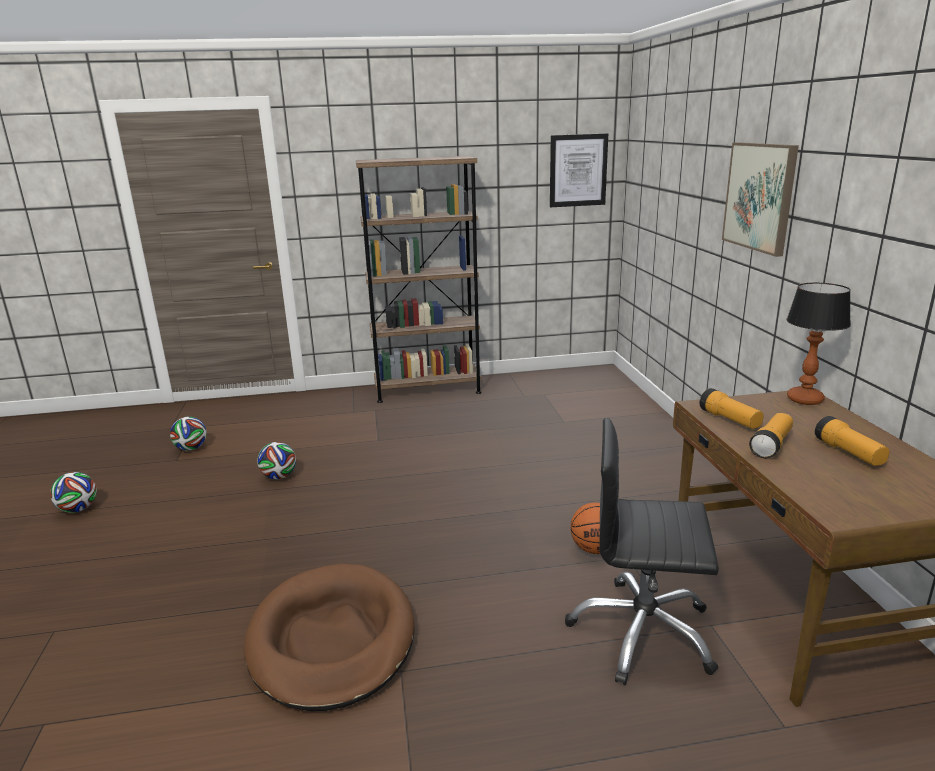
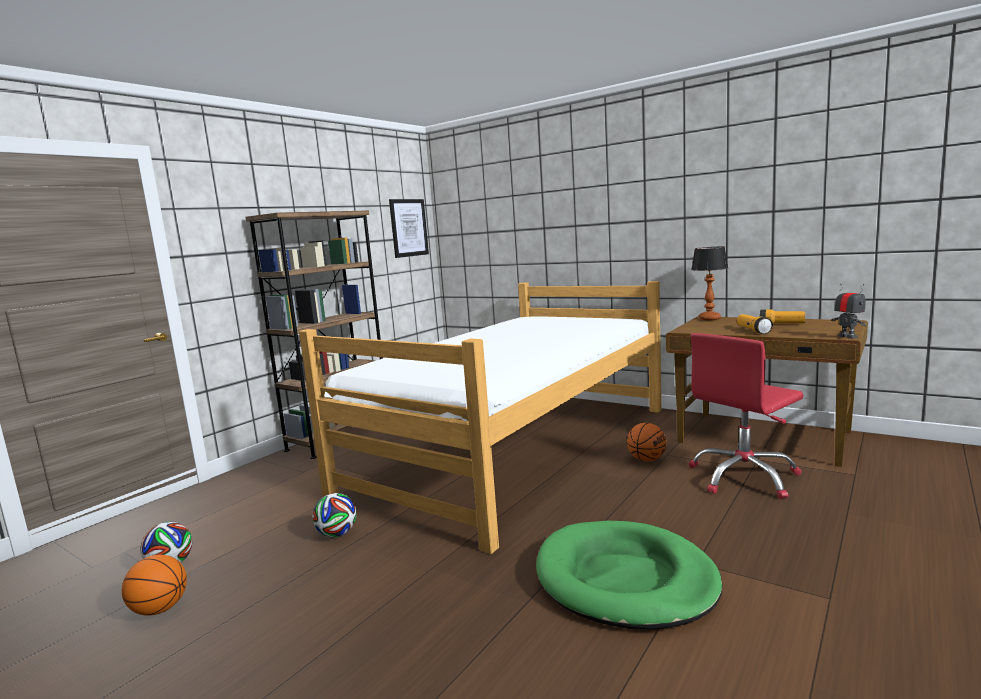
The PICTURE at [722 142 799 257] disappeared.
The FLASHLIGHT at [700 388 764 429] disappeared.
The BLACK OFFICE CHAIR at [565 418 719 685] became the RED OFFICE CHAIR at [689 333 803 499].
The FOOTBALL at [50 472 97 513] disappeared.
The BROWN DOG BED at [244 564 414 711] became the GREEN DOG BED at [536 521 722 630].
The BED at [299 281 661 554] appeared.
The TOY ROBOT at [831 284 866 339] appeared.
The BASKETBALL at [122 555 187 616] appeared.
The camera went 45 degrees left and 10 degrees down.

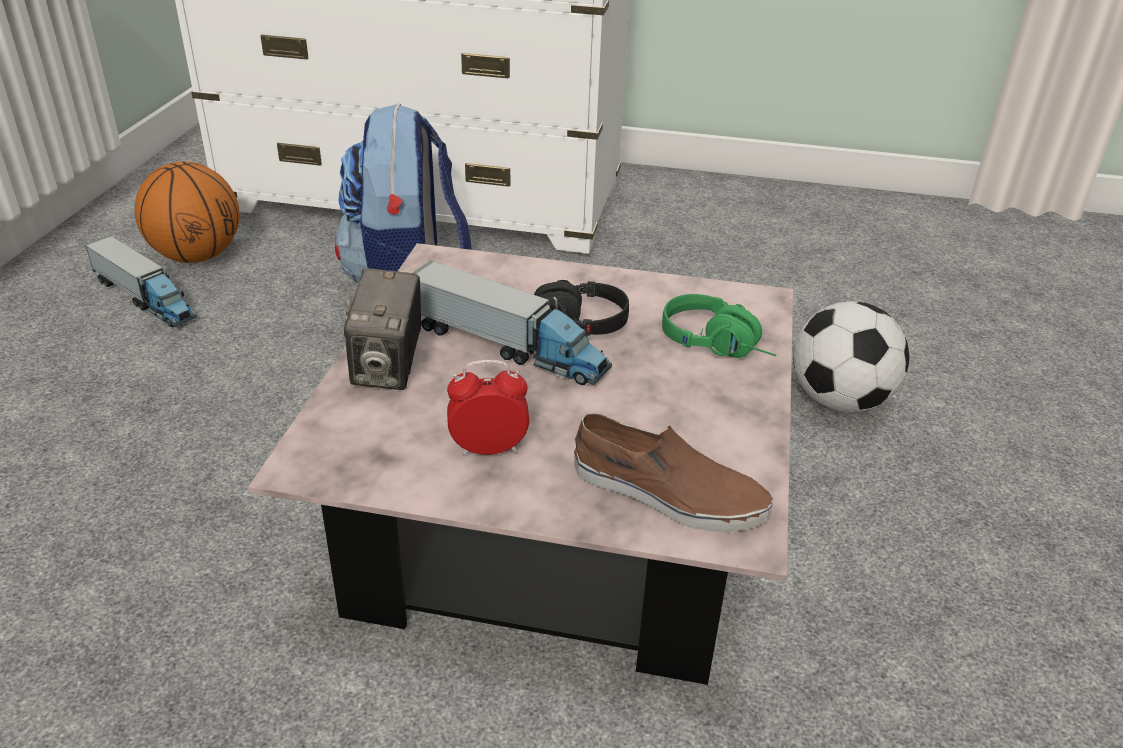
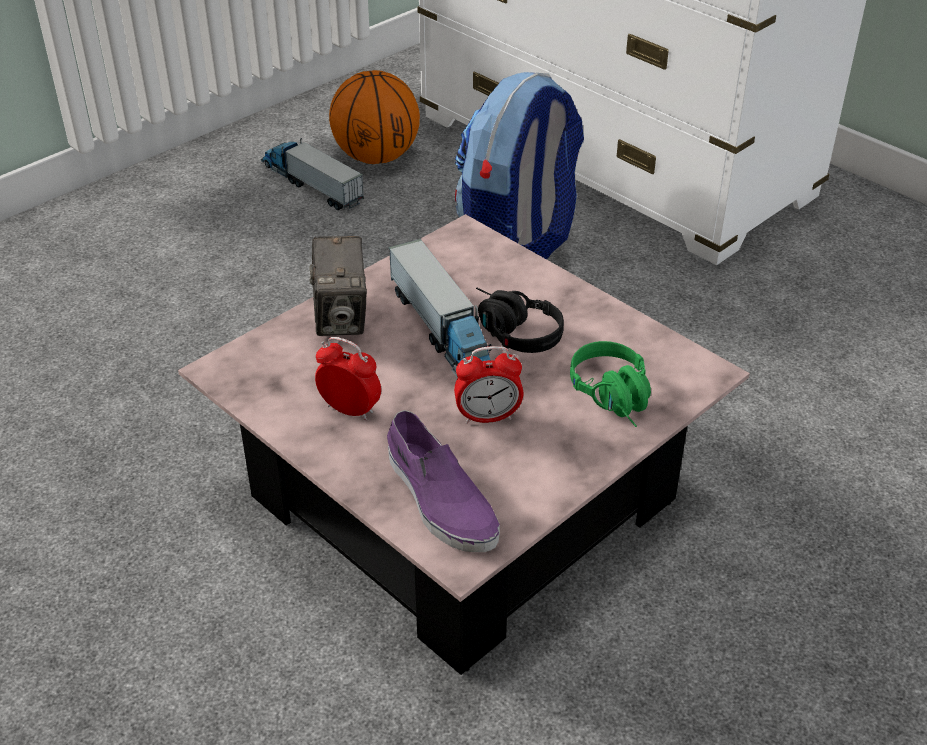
The TOY TRUCK at [84 235 197 327] turned 150 degrees clockwise.
The PHOTO CAMERA at [344 268 421 390] turned 45 degrees counterclockwise.
The FOOTBALL at [793 301 909 413] disappeared.
The BROWN SHOE at [574 413 773 532] became the PURPLE SHOE at [387 410 500 552].
The ALARM CLOCK at [454 346 523 424] appeared.
The camera went 35 degrees right and 5 degrees up.

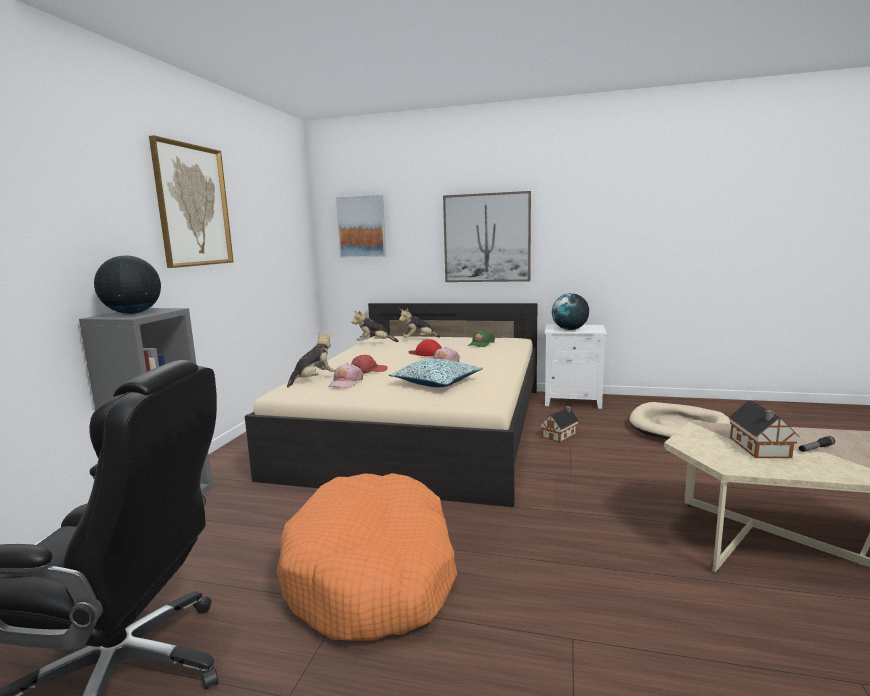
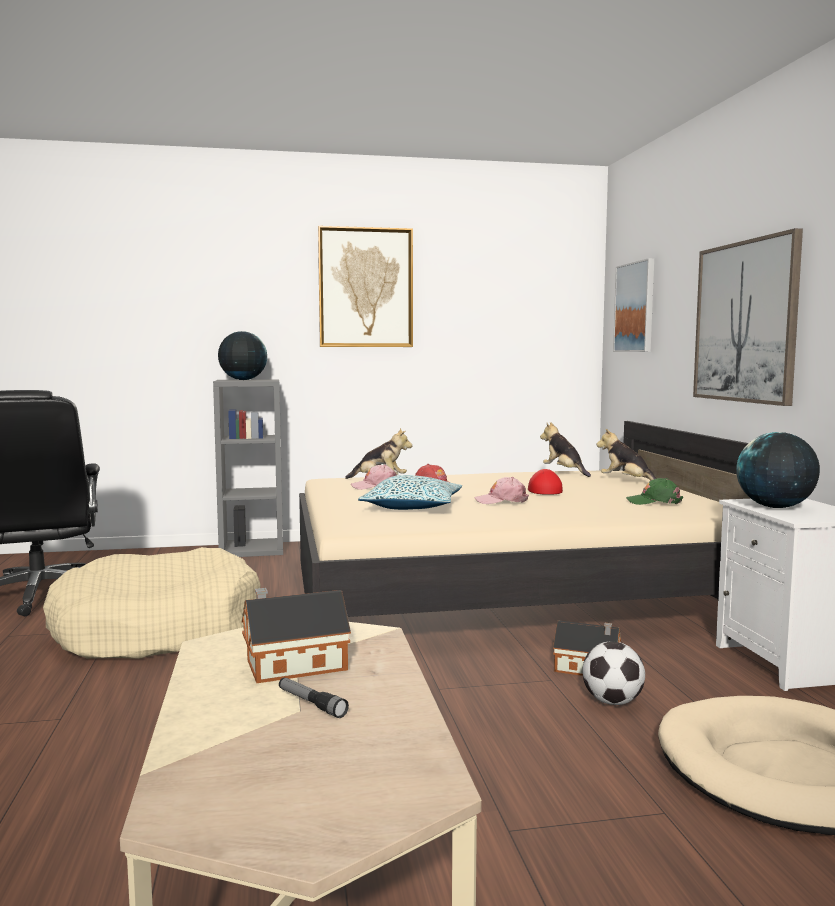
The ORANGE DOG BED at [277 473 457 641] became the BEIGE DOG BED at [43 547 261 659].
The FOOTBALL at [582 642 645 705] appeared.
The camera went 65 degrees right and 5 degrees down.

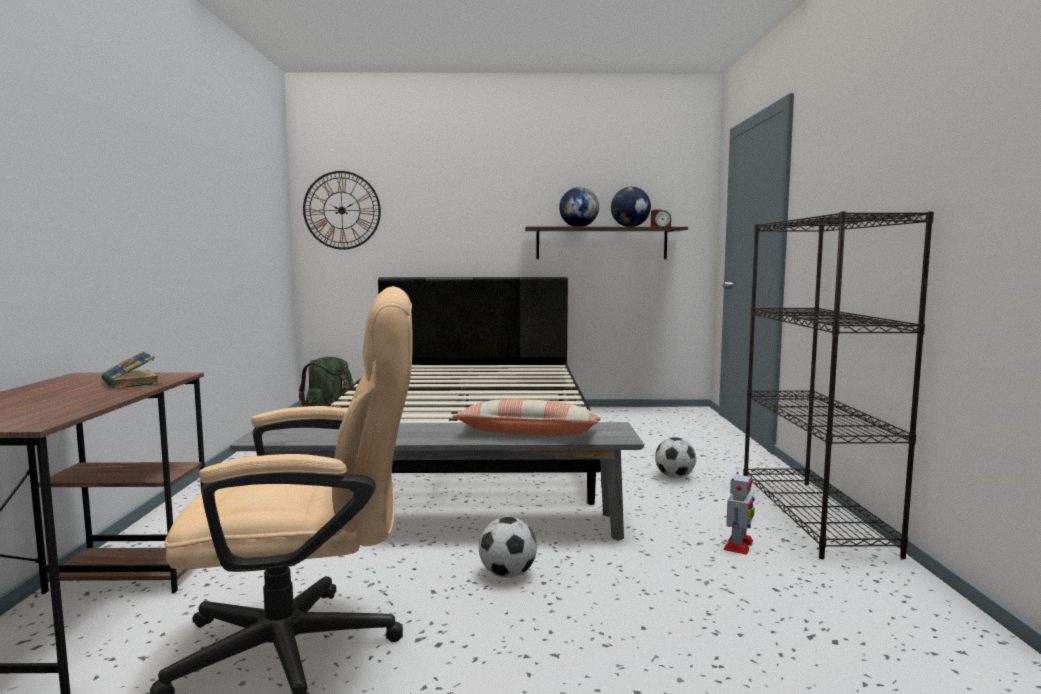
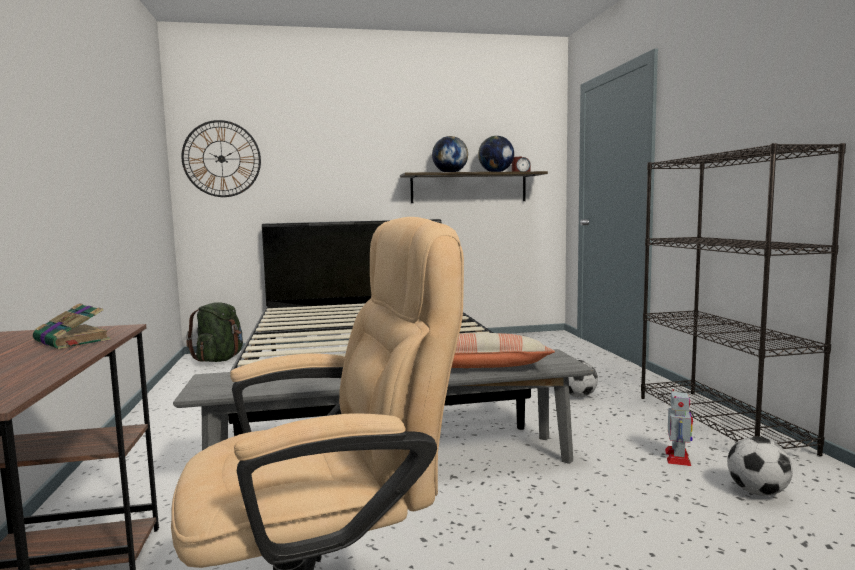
The FOOTBALL moved from [479 517 537 578] to [727 437 793 496].
The camera went 10 degrees left and 0 degrees up.

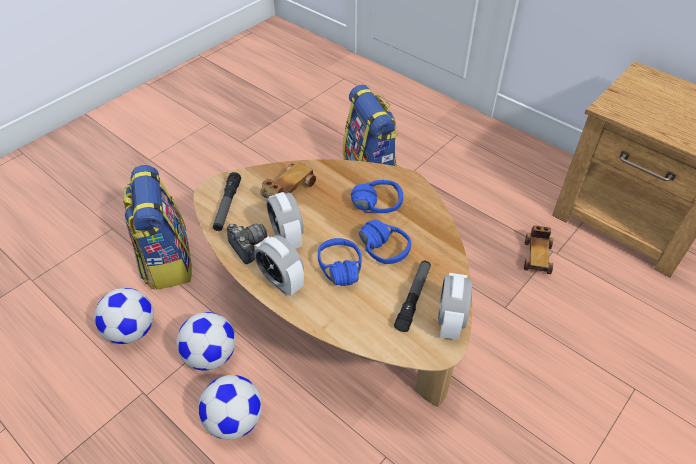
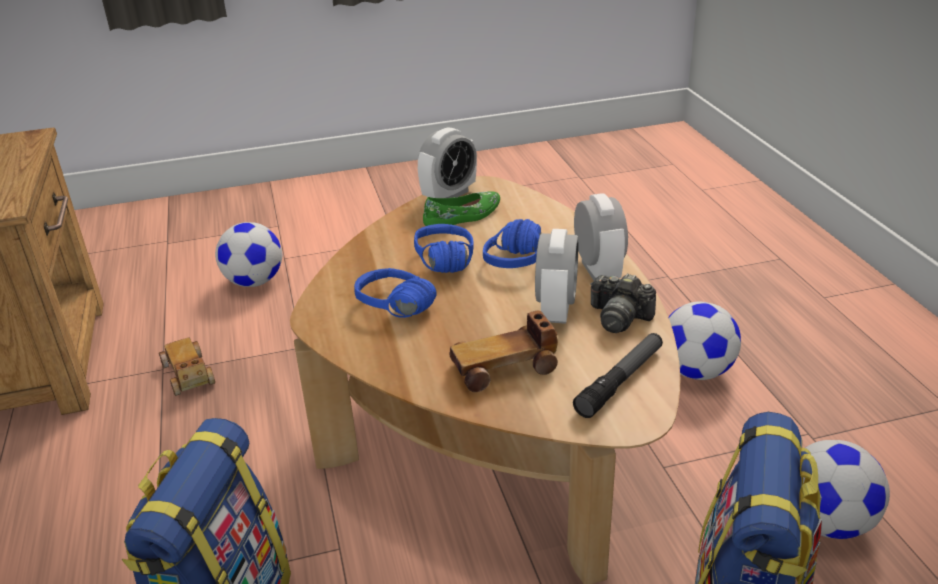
The PHOTO CAMERA at [227 224 267 264] turned 60 degrees counterclockwise.
The TOY CAR at [524 225 553 274] turned 75 degrees counterclockwise.
The FLASHLIGHT at [394 261 431 332] was replaced by the GREEN SHOE at [423 191 500 226].
The FOOTBALL moved from [176 312 236 371] to [215 222 282 287].
The camera went 145 degrees left and 15 degrees down.

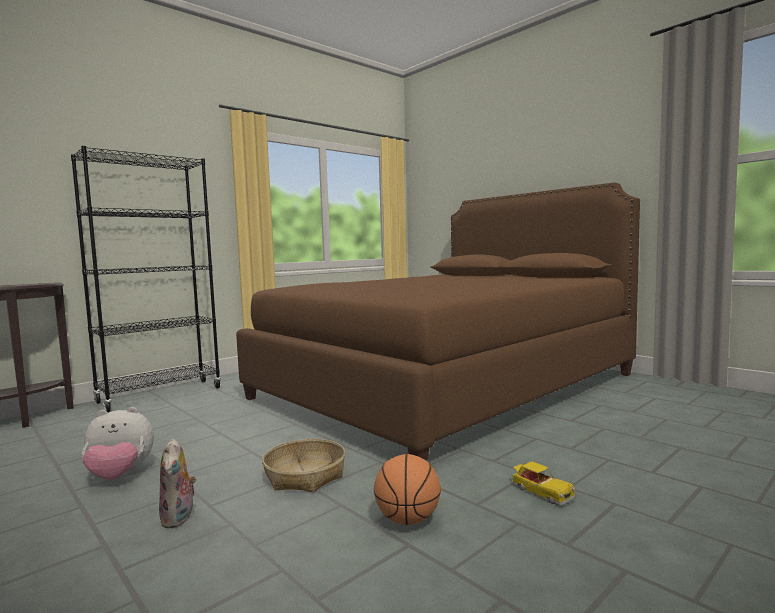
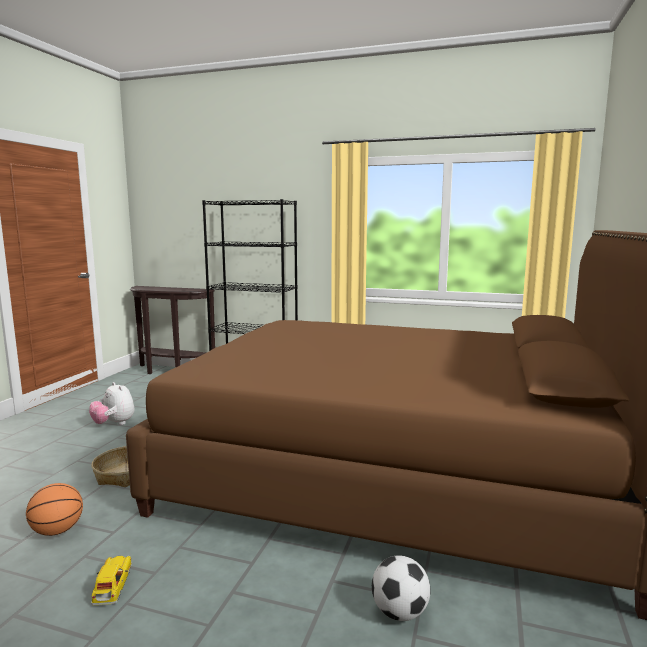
The PLUSH TOY at [159 438 196 528] disappeared.
The TOY CAR at [512 462 576 505] turned 150 degrees clockwise.
The FOOTBALL at [372 555 430 621] appeared.
The camera went 60 degrees right and 5 degrees up.

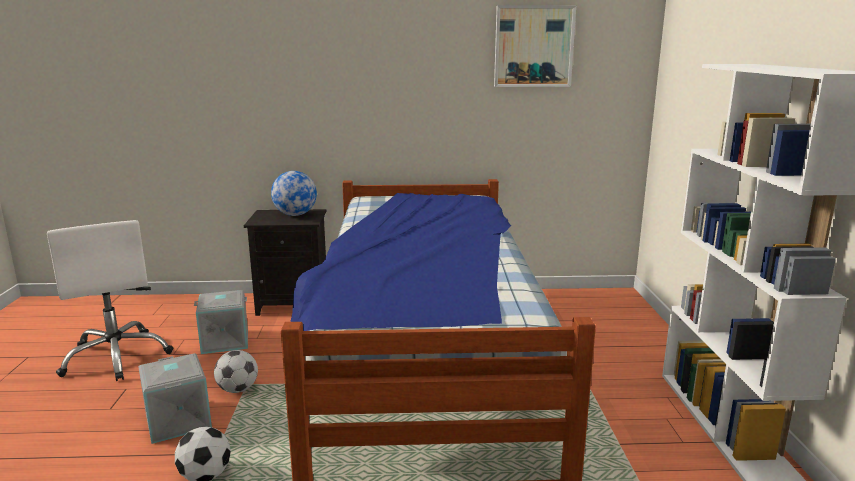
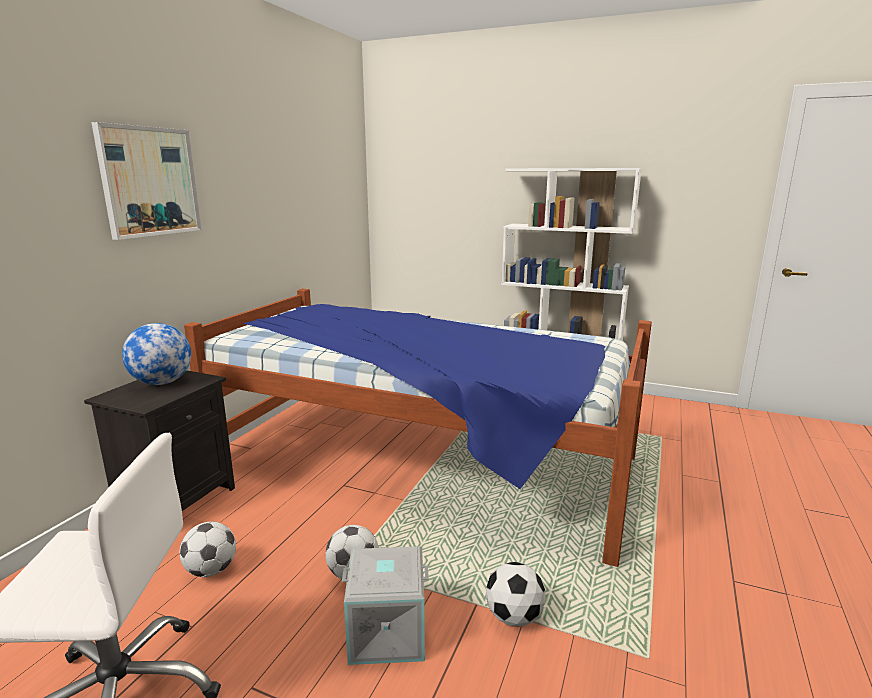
The PICTURE moved from [494 5 576 87] to [91 122 201 240].
The GREY STORAGE BOX at [194 290 248 354] was replaced by the FOOTBALL at [179 521 236 577].
The camera went 65 degrees left and 0 degrees up.

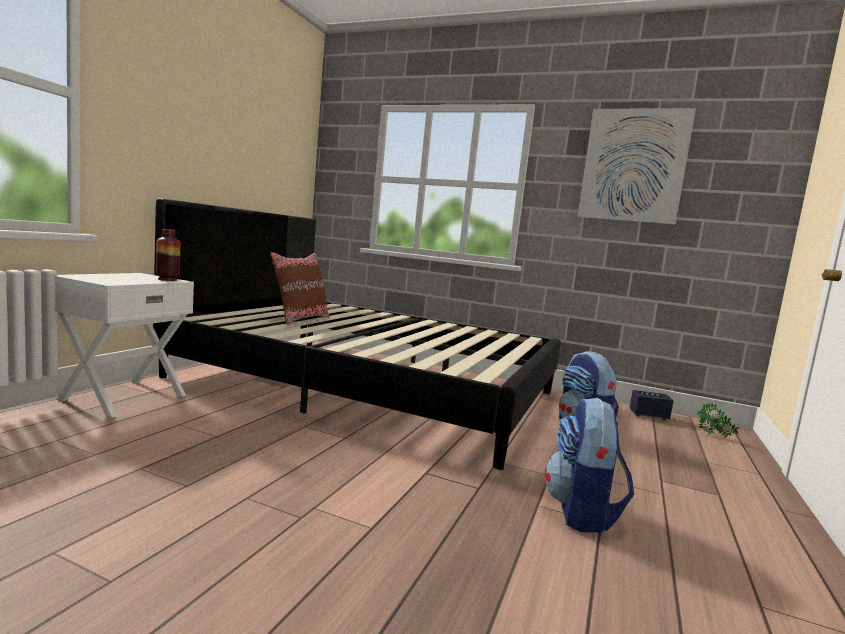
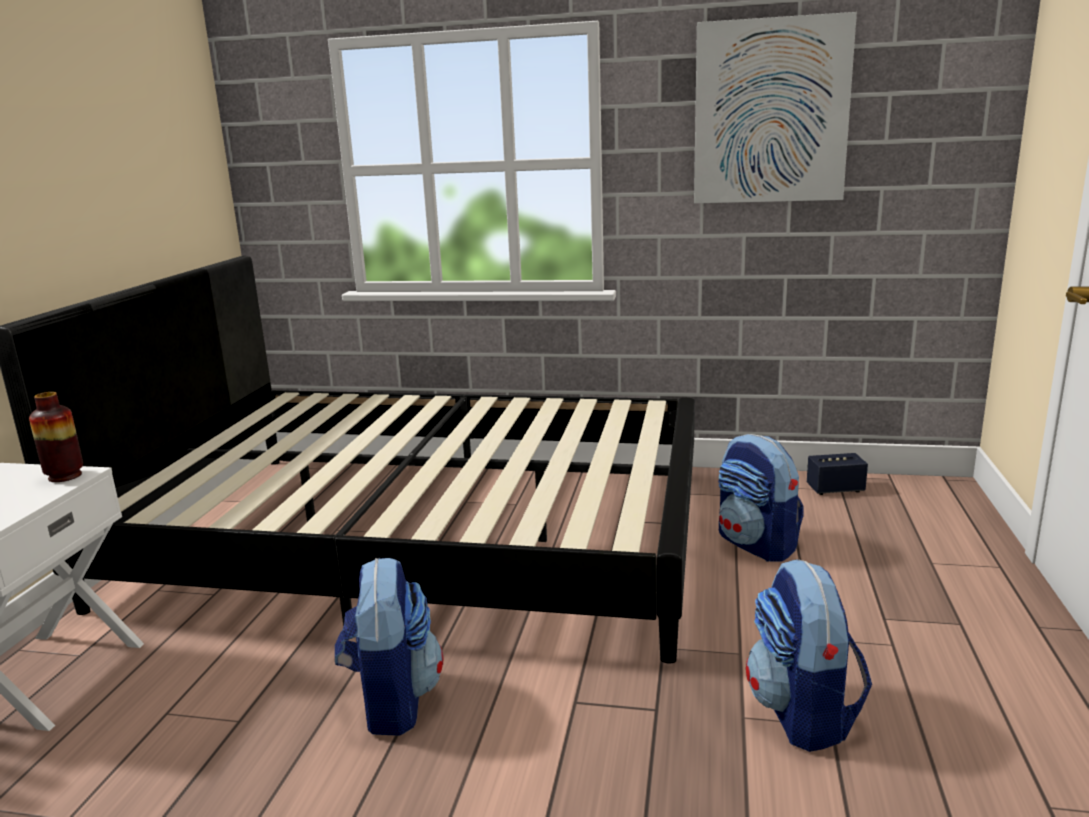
The BROWN PILLOW at [270 252 330 325] disappeared.
The POTTED PLANT at [697 402 739 438] disappeared.
The BACKPACK at [335 558 443 735] appeared.
The camera went 10 degrees left and 10 degrees up.

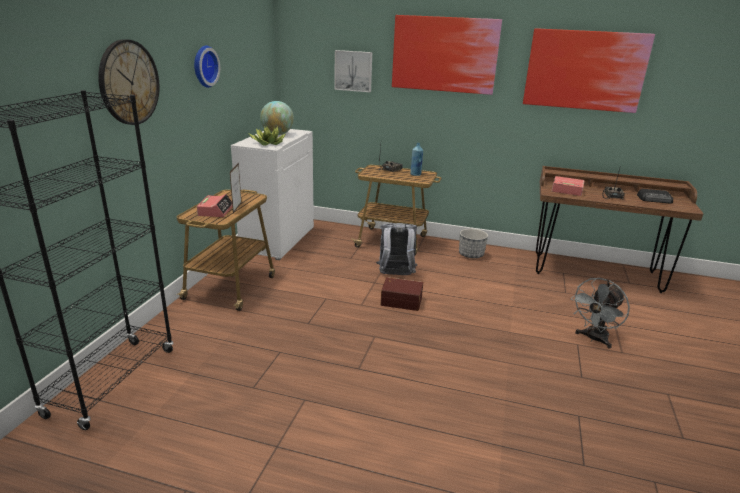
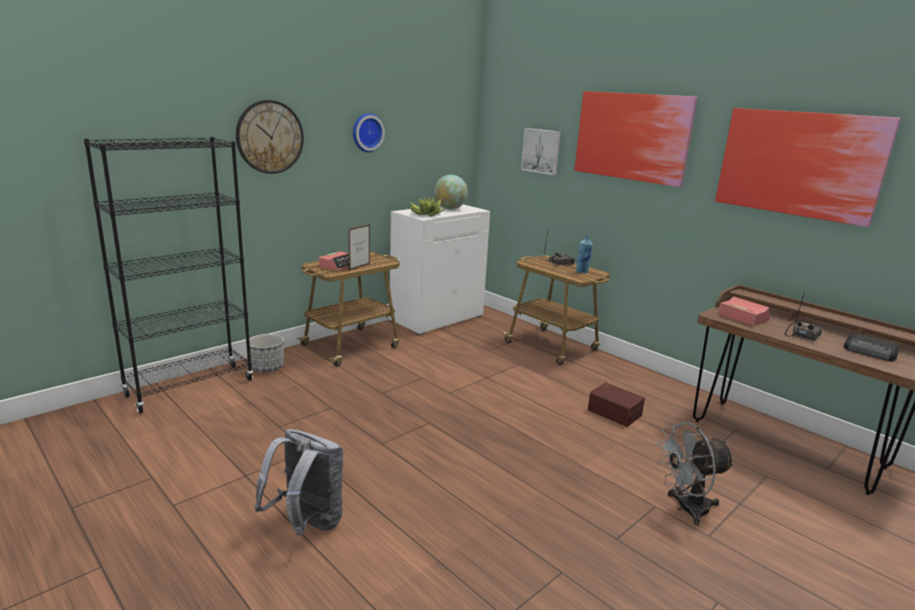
The GREY BACKPACK moved from [376 223 417 275] to [254 429 343 536].
The PLANTER moved from [459 229 488 258] to [249 334 284 372].
The BROWN STORAGE BOX moved from [381 277 423 311] to [588 382 645 427].
The camera went 30 degrees right and 5 degrees down.

